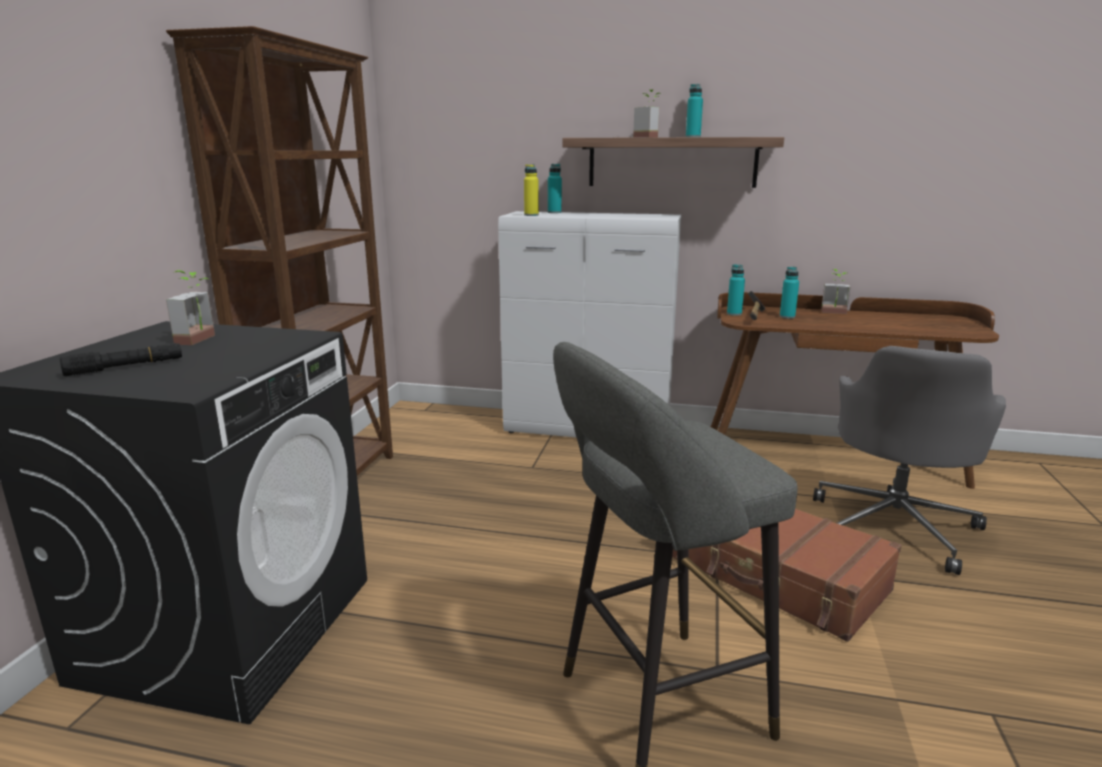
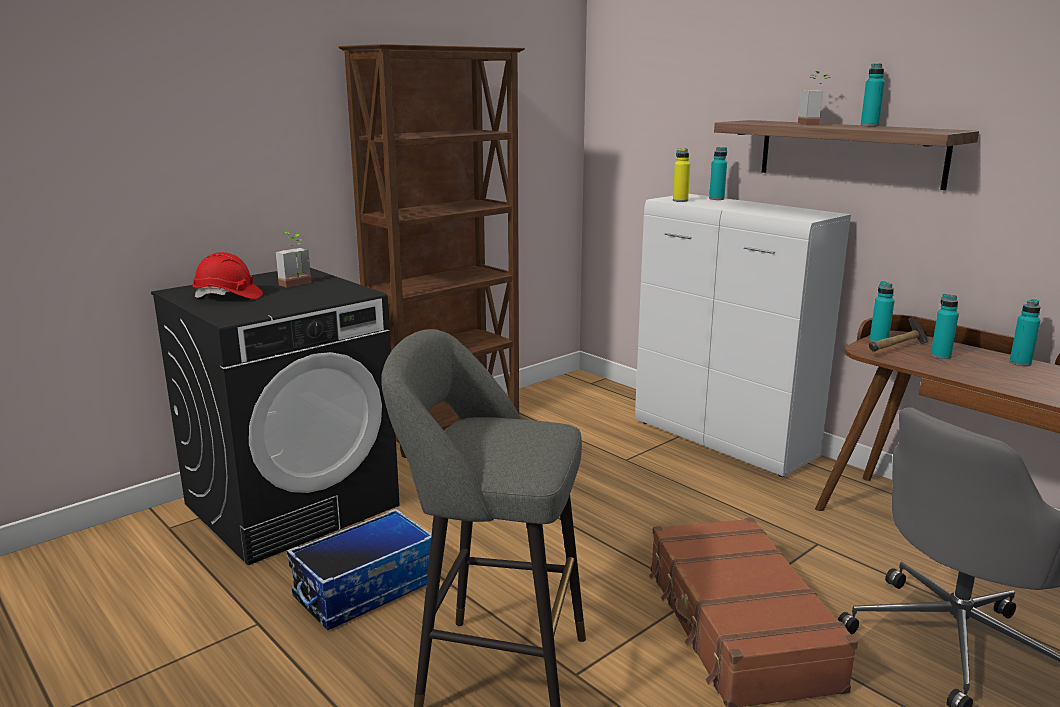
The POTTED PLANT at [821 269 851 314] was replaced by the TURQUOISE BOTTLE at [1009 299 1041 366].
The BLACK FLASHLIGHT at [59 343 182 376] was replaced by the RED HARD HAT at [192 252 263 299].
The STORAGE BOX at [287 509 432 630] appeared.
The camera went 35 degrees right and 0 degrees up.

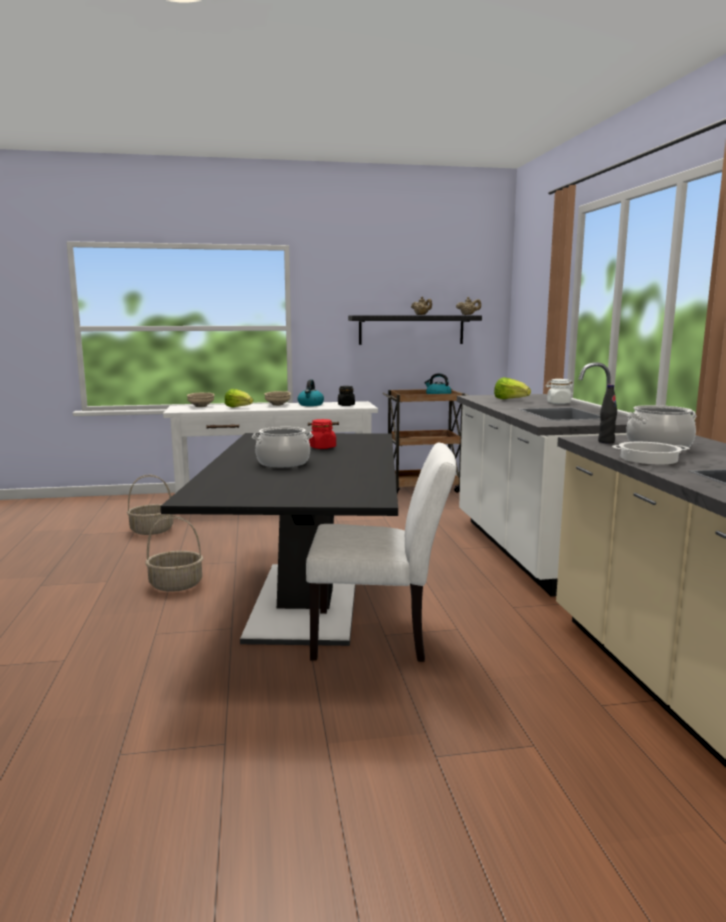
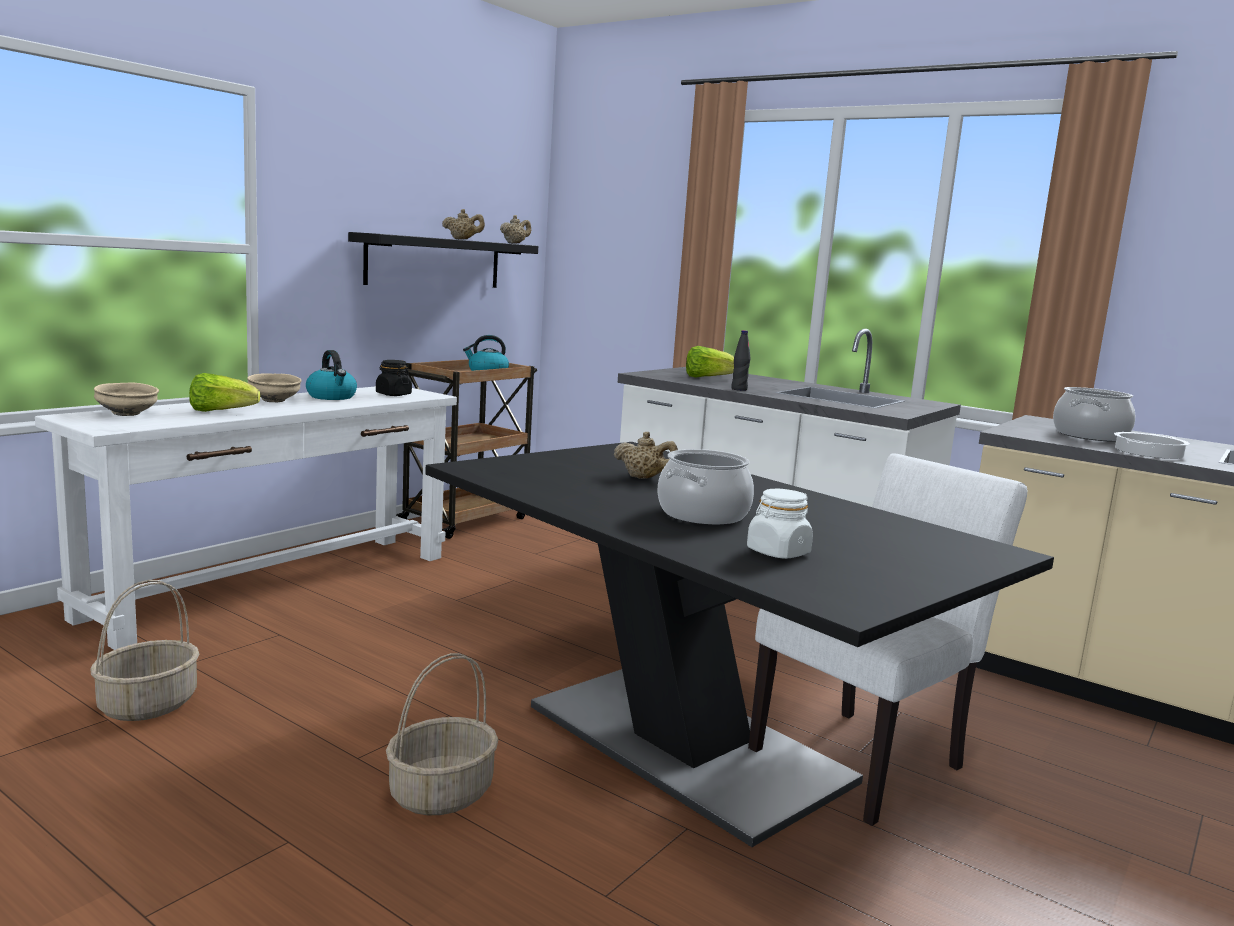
The WHITE JAR moved from [546 379 573 404] to [747 489 813 559].
The BLACK BOTTLE moved from [598 385 617 444] to [731 330 751 391].
The RED JAR at [309 419 336 449] was replaced by the BEIGE TEAPOT at [614 432 678 479].
The camera went 45 degrees left and 0 degrees up.

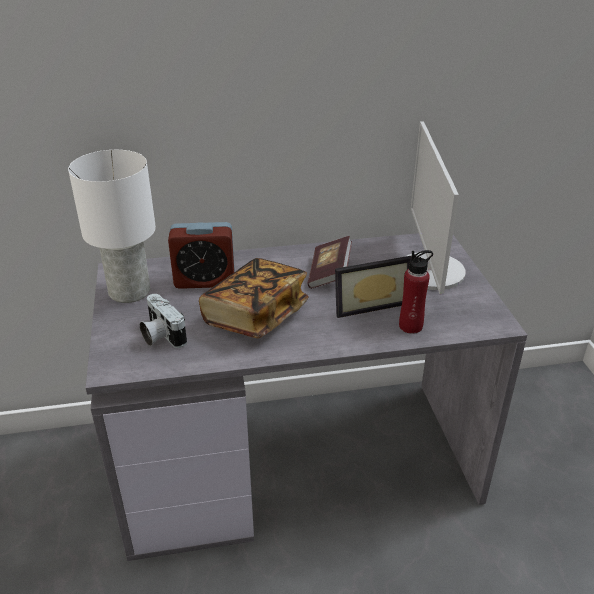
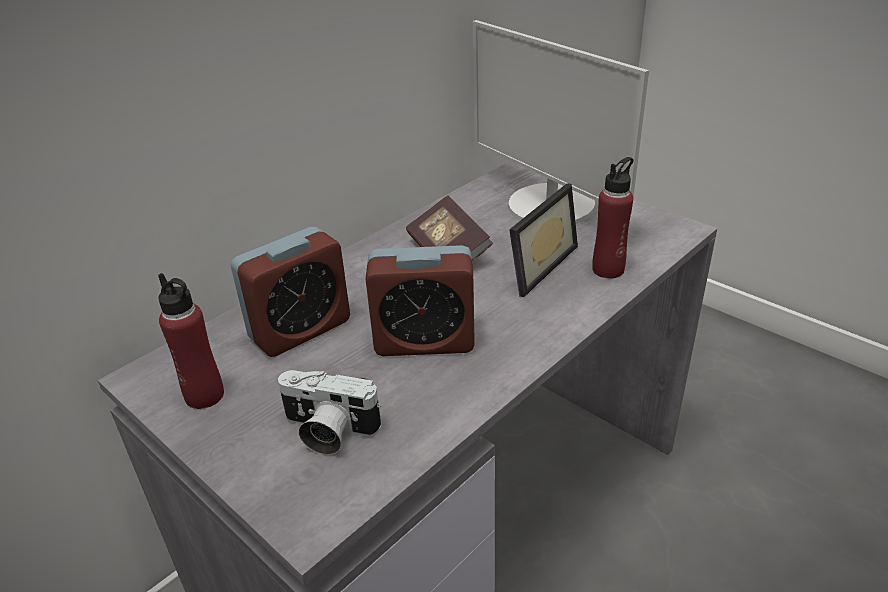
The WHITE TABLE LAMP at [68 150 156 303] was replaced by the RED BOTTLE at [158 273 224 409].
The BOOK at [199 258 309 338] was replaced by the ALARM CLOCK at [365 245 475 356].
The camera went 35 degrees left and 0 degrees up.

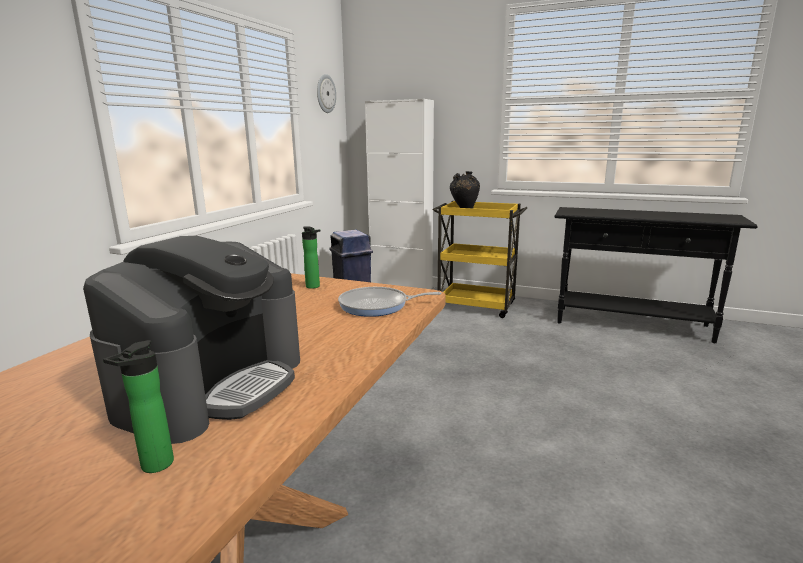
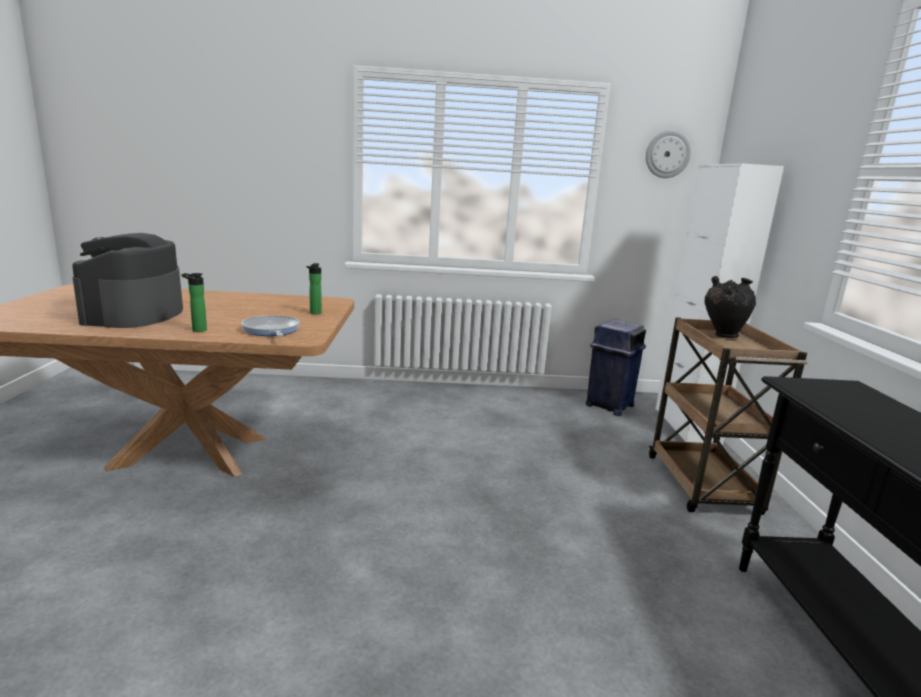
The YELLOW CART at [433 201 527 318] became the BROWN CART at [649 317 808 515].
The COFFEE MACHINE at [83 236 300 444] turned 90 degrees clockwise.
The BOTTLE moved from [103 340 174 473] to [181 273 207 332].
The camera went 65 degrees right and 0 degrees up.

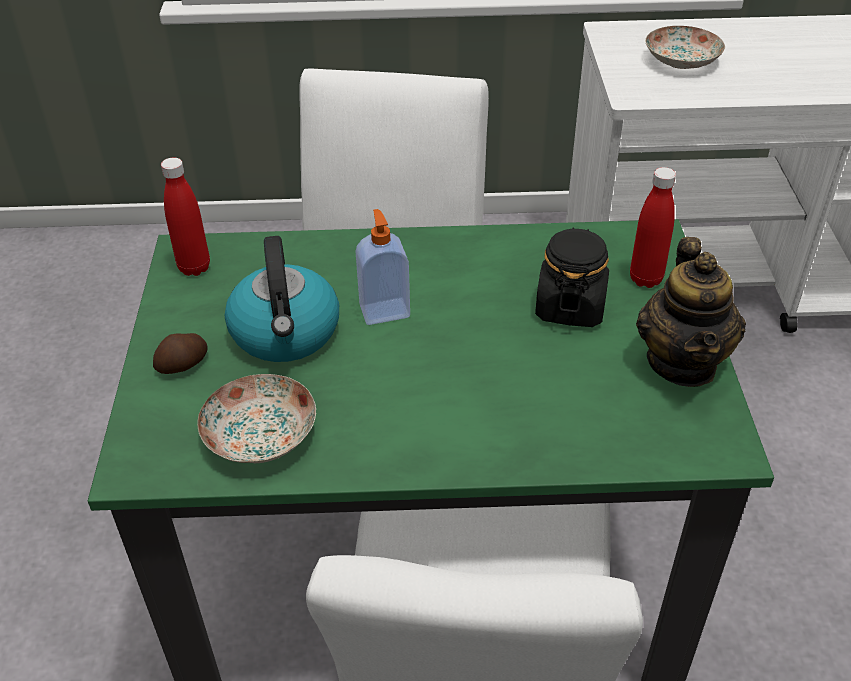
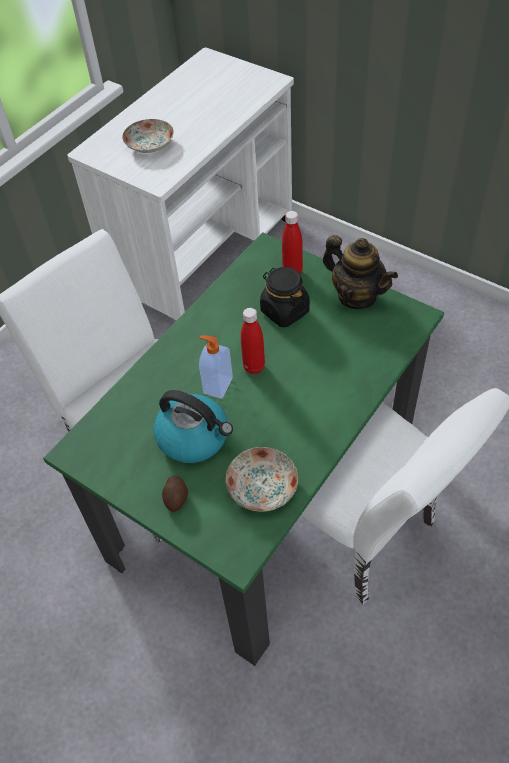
The RED BOTTLE moved from [161 158 210 276] to [241 308 265 374].
The camera went 50 degrees left and 10 degrees up.

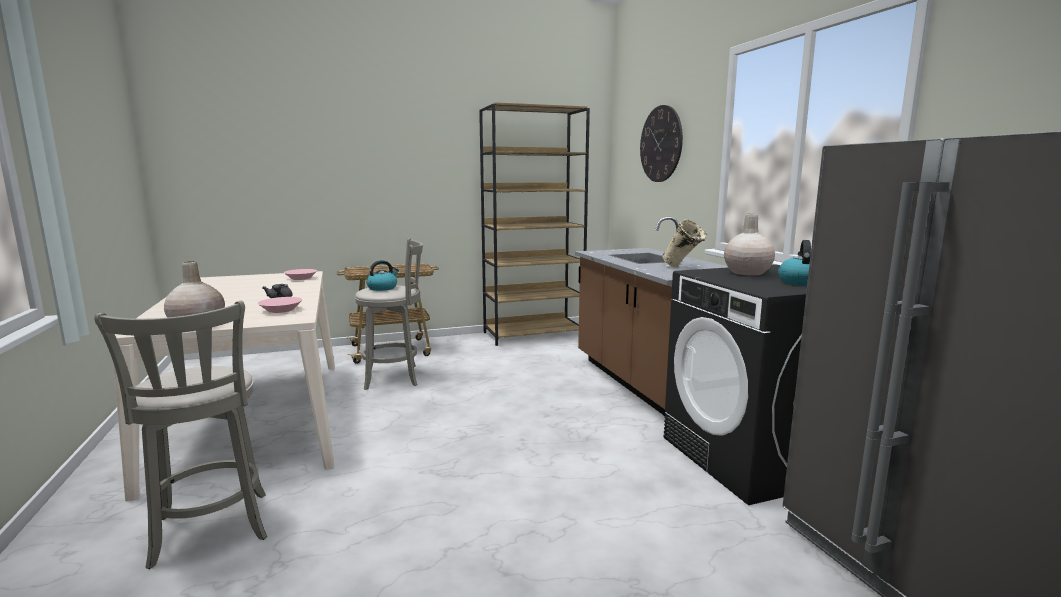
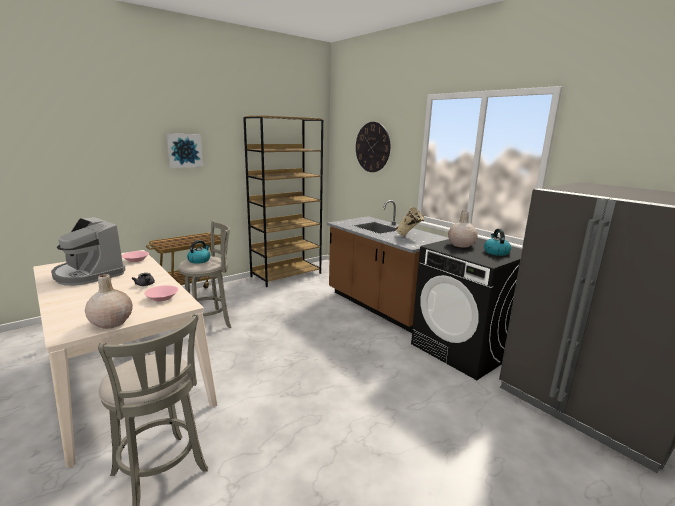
The PICTURE at [166 134 203 168] appeared.
The COFFEE MACHINE at [51 217 126 286] appeared.
The camera went 20 degrees left and 5 degrees up.

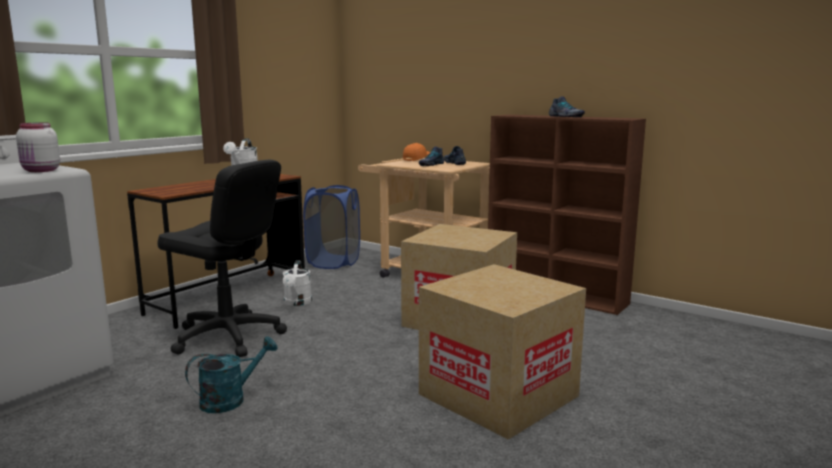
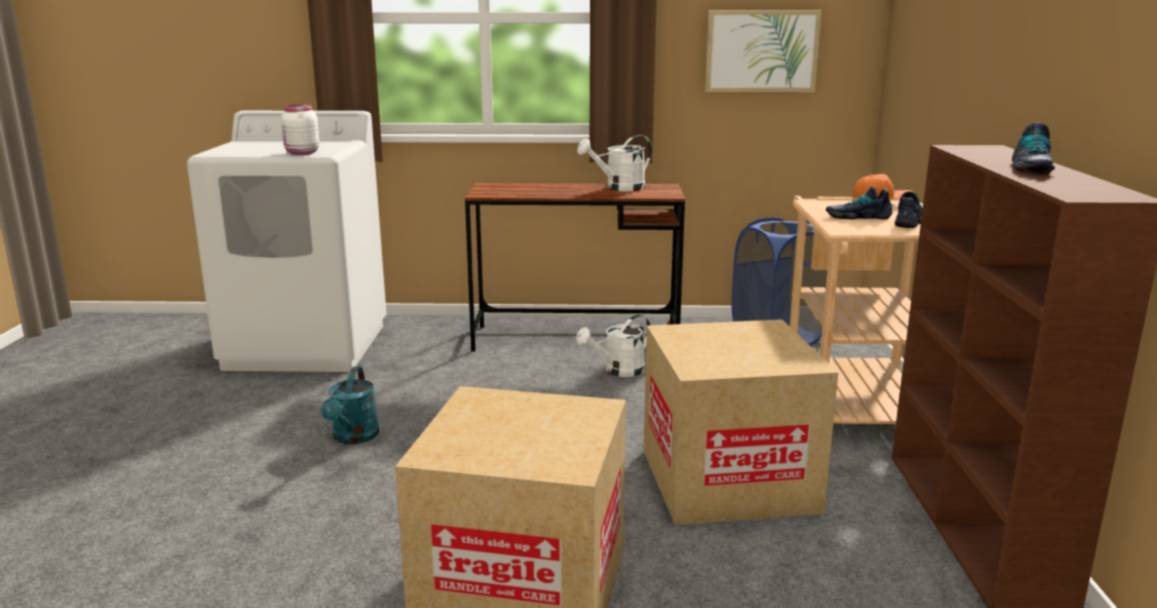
The BLACK OFFICE CHAIR at [157 160 287 357] disappeared.
The TURQUOISE WATERING CAN at [185 336 278 413] turned 75 degrees clockwise.
The PICTURE at [705 10 822 92] appeared.
The camera went 55 degrees right and 5 degrees up.

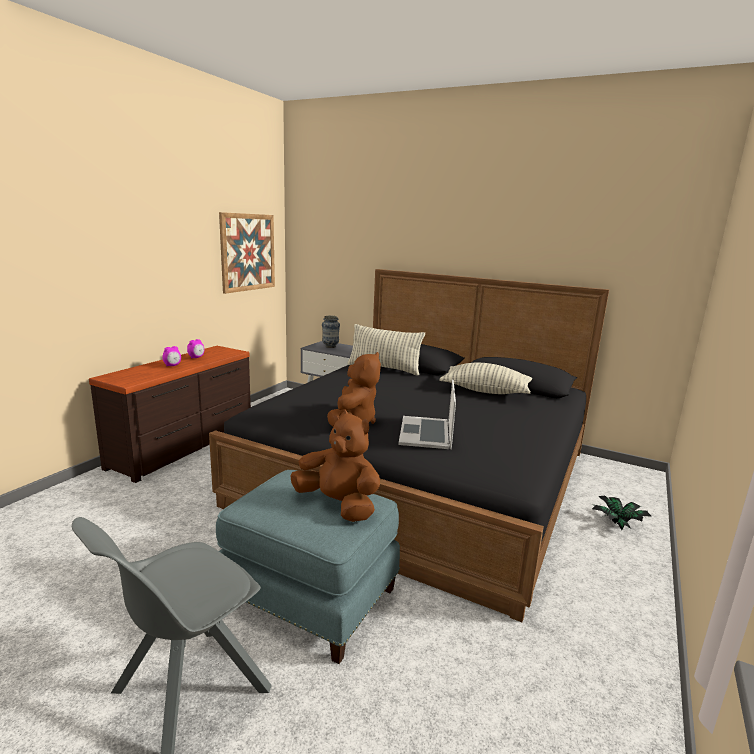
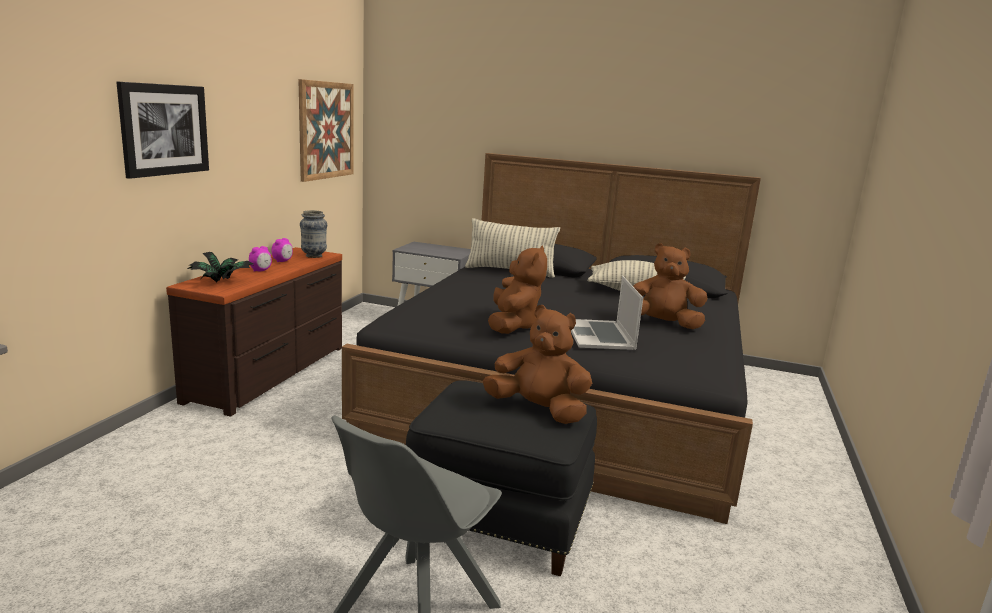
The VASE moved from [322 315 340 348] to [300 210 327 258].
The BLUE OTTOMAN at [216 470 400 664] became the BLACK OTTOMAN at [406 380 597 576].
The POTTED PLANT moved from [592 495 652 530] to [187 252 253 283].
The PICTURE at [116 82 209 179] appeared.
The BROWN PLUSH TOY at [633 243 707 329] appeared.
The camera went 10 degrees left and 0 degrees up.

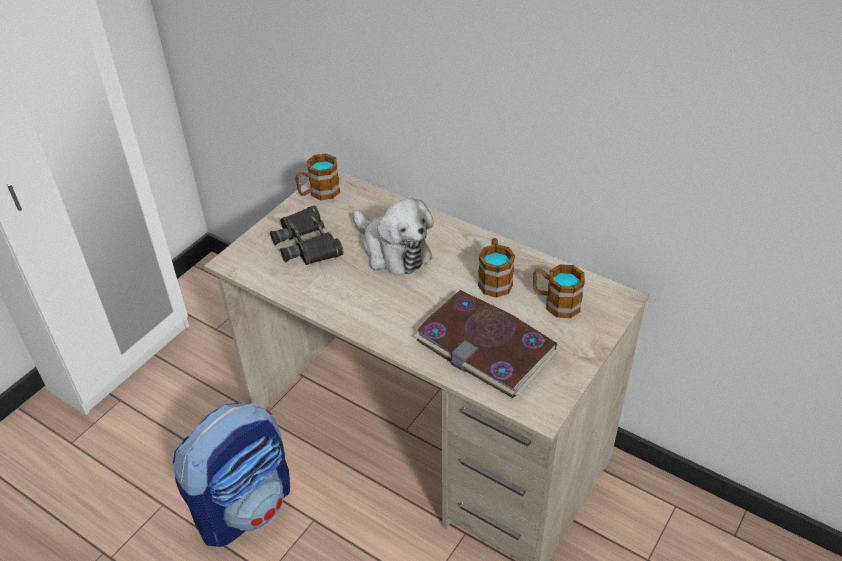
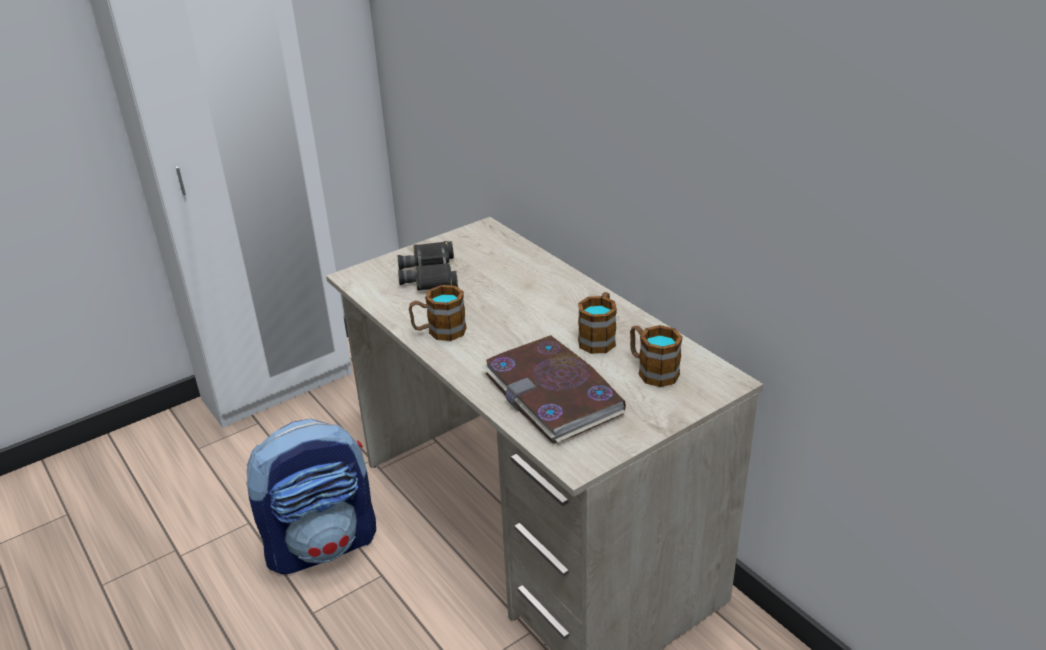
The MUG moved from [295 153 340 200] to [409 285 467 341].
The PLUSH TOY at [353 198 434 275] disappeared.
The camera went 20 degrees right and 10 degrees down.

